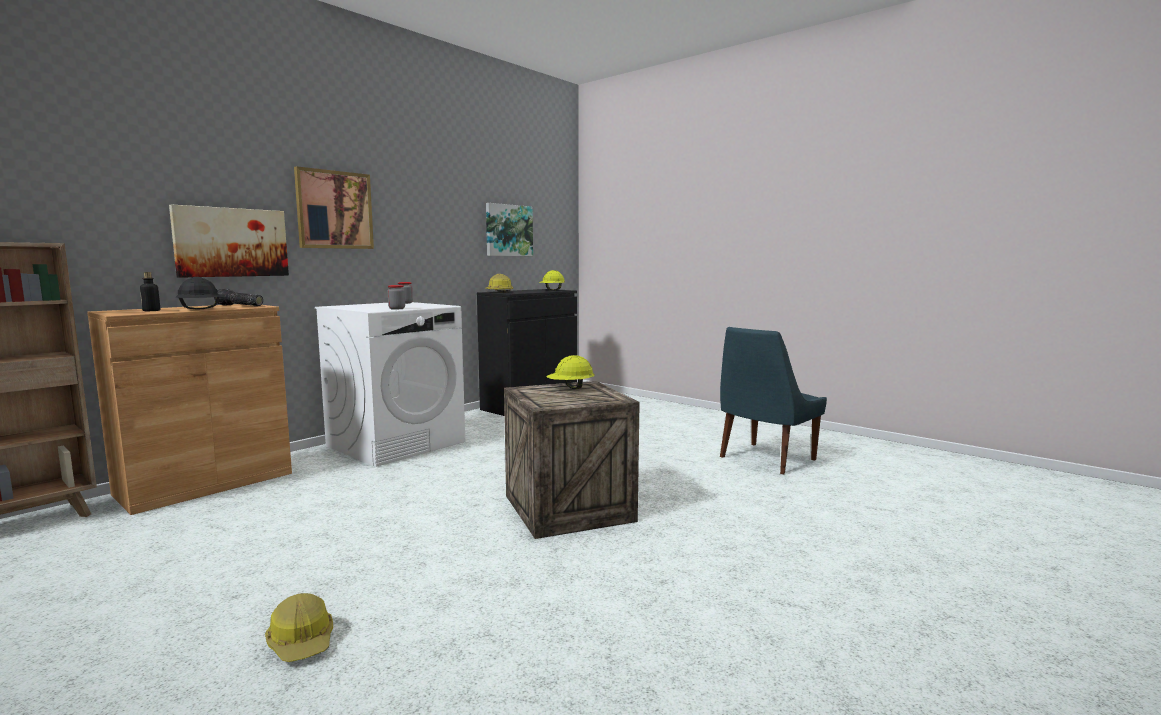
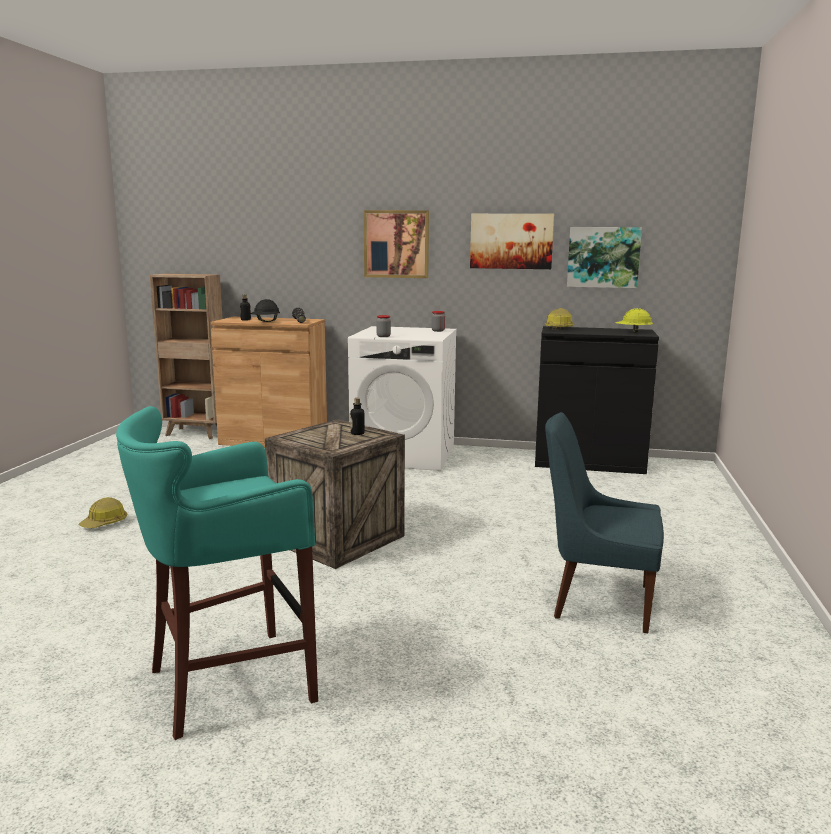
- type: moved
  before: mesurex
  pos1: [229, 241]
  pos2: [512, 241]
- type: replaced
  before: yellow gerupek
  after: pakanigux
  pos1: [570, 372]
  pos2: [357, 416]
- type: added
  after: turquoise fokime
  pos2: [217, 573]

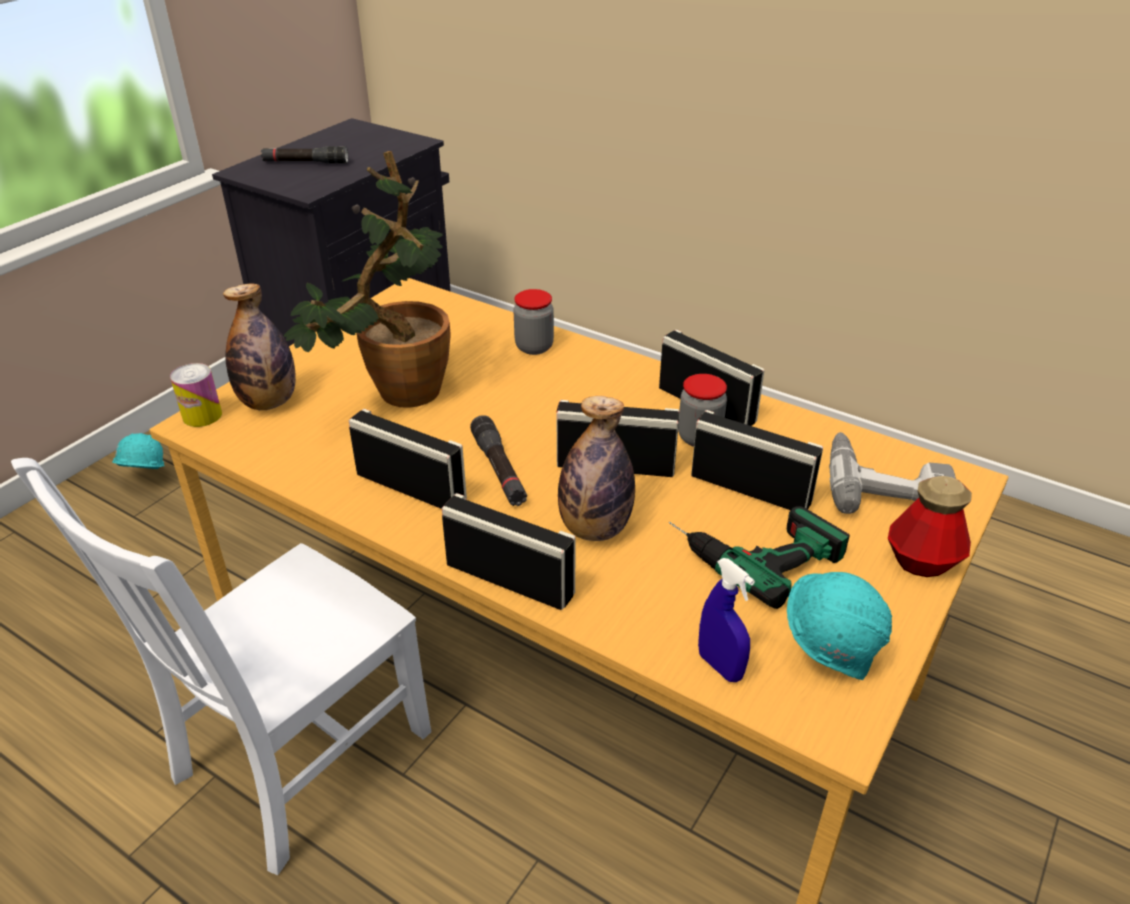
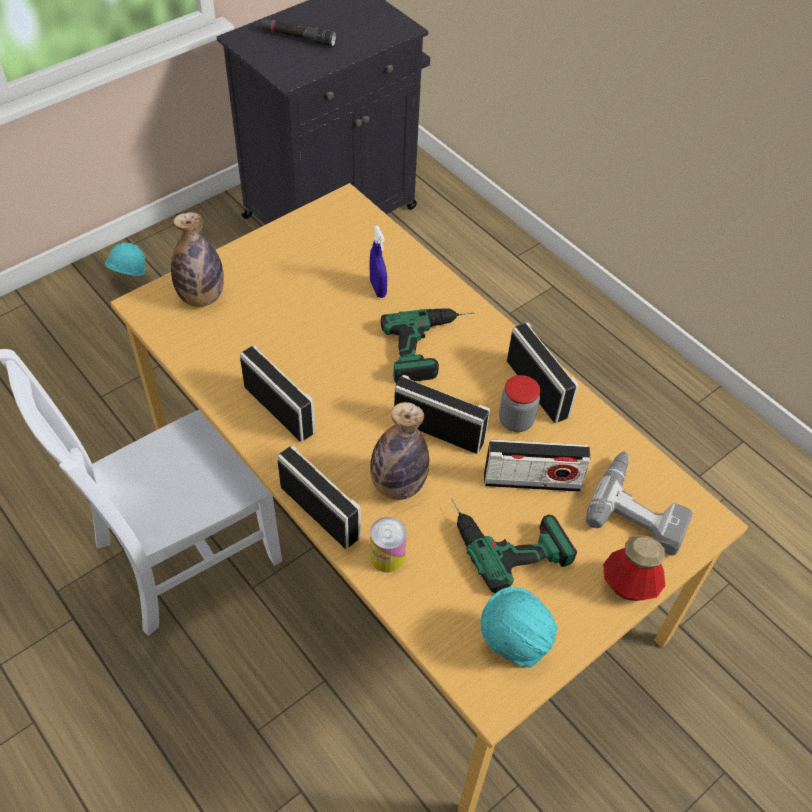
- type: moved
  before: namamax
  pos1: [196, 395]
  pos2: [388, 544]
- type: removed
  before: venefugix
  pos1: [367, 279]
- type: removed
  before: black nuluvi
  pos1: [498, 460]
- type: removed
  before: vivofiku
  pos1: [533, 322]
- type: turned
  before: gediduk
  pos1: [757, 460]
  pos2: [537, 465]
  turn: 135
- type: moved
  before: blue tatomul
  pos1: [726, 620]
  pos2: [378, 261]
- type: added
  after: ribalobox
  pos2: [428, 346]

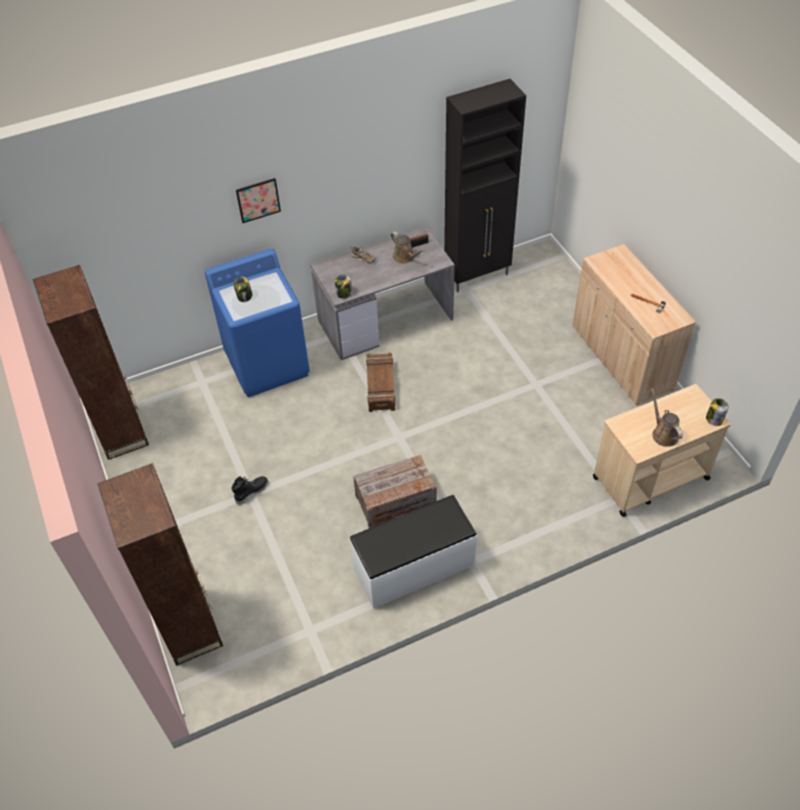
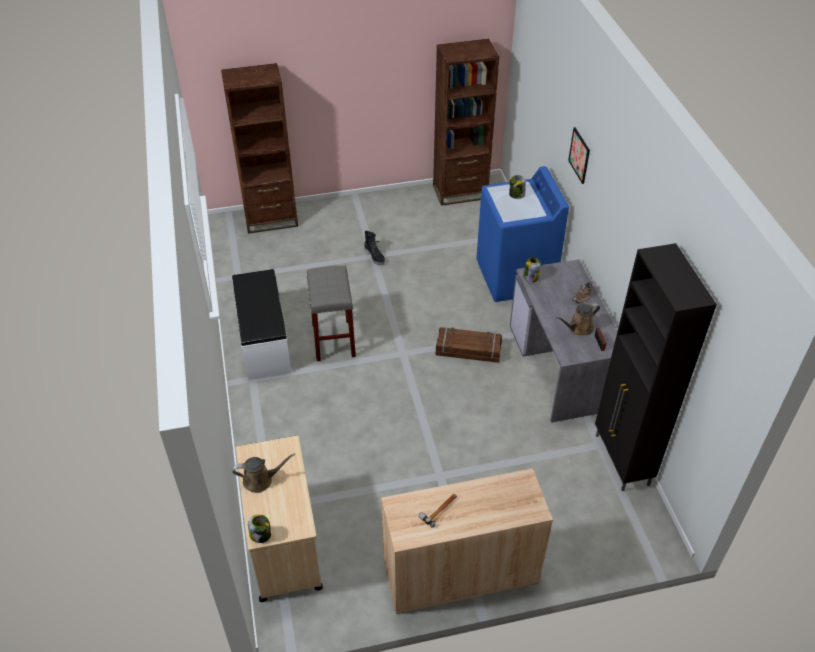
- type: replaced
  before: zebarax
  after: grey fokime
  pos1: [395, 491]
  pos2: [331, 313]

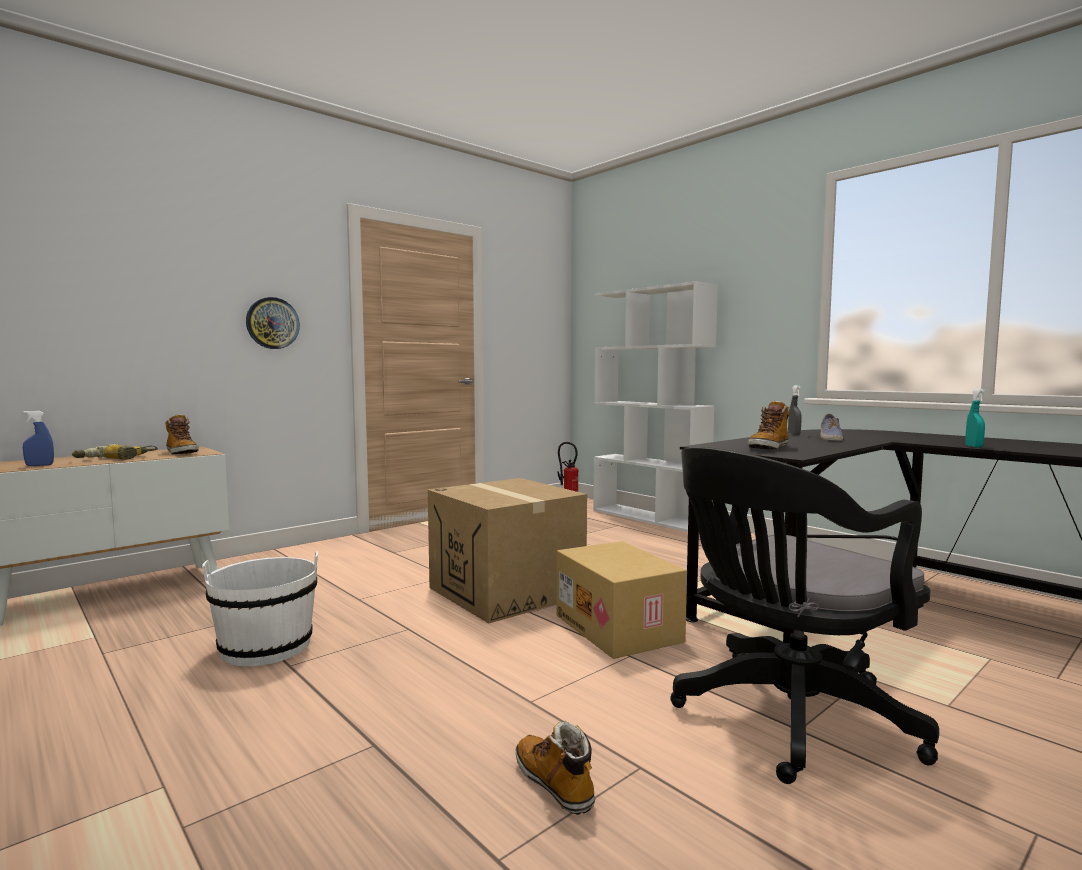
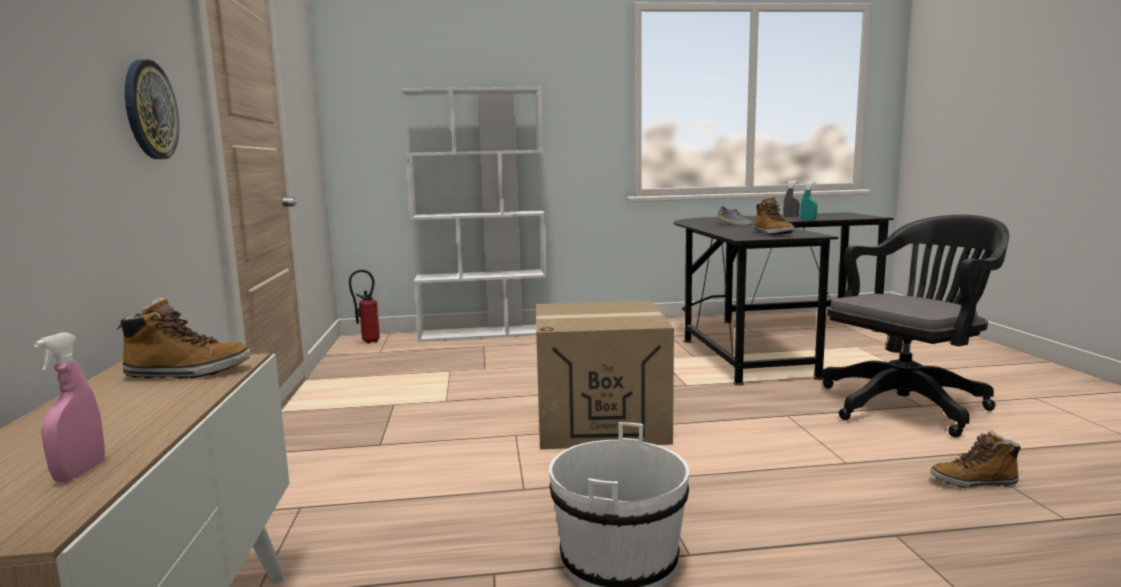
- type: recoloured
  before: blue tatomul
  after: pink tatomul
  pos1: [38, 438]
  pos2: [69, 407]
- type: removed
  before: ribalobox
  pos1: [115, 452]
- type: removed
  before: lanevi
  pos1: [621, 600]
- type: turned
  before: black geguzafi
  pos1: [804, 615]
  pos2: [915, 326]
  turn: -120
- type: moved
  before: grey tatomul
  pos1: [795, 410]
  pos2: [791, 199]

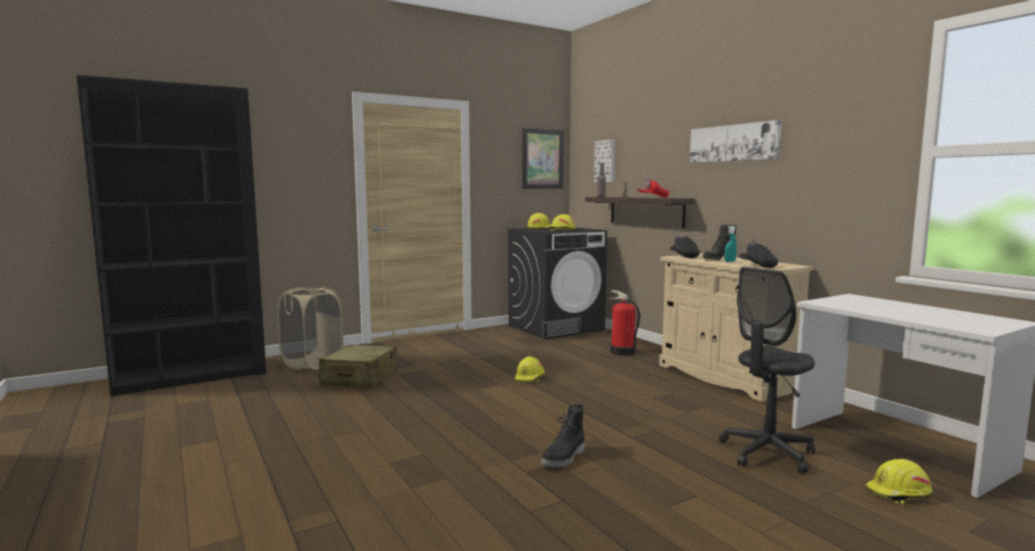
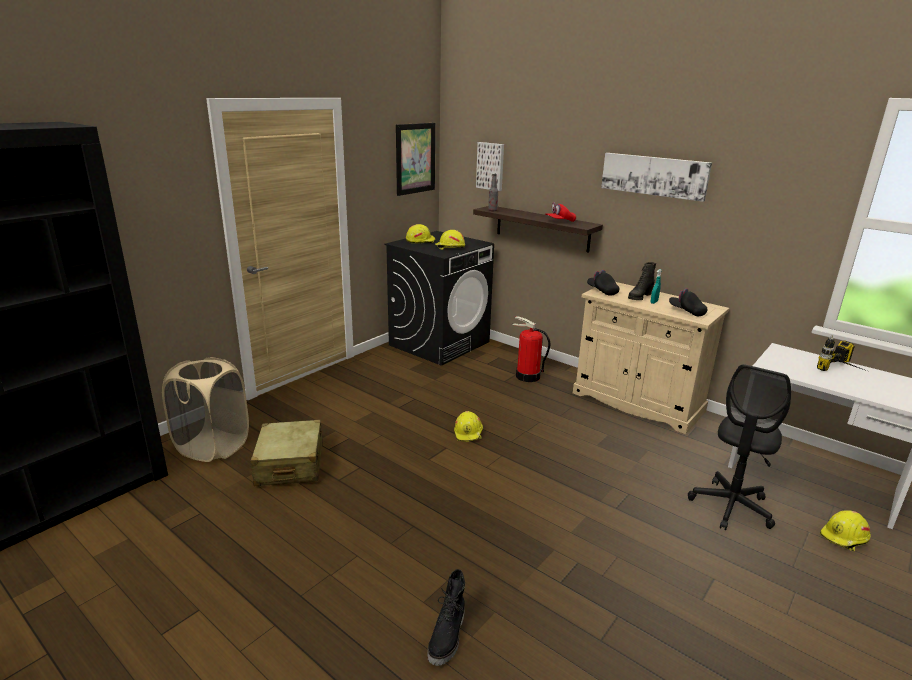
- type: moved
  before: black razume
  pos1: [563, 435]
  pos2: [446, 617]
- type: added
  after: ribalobox
  pos2: [842, 353]

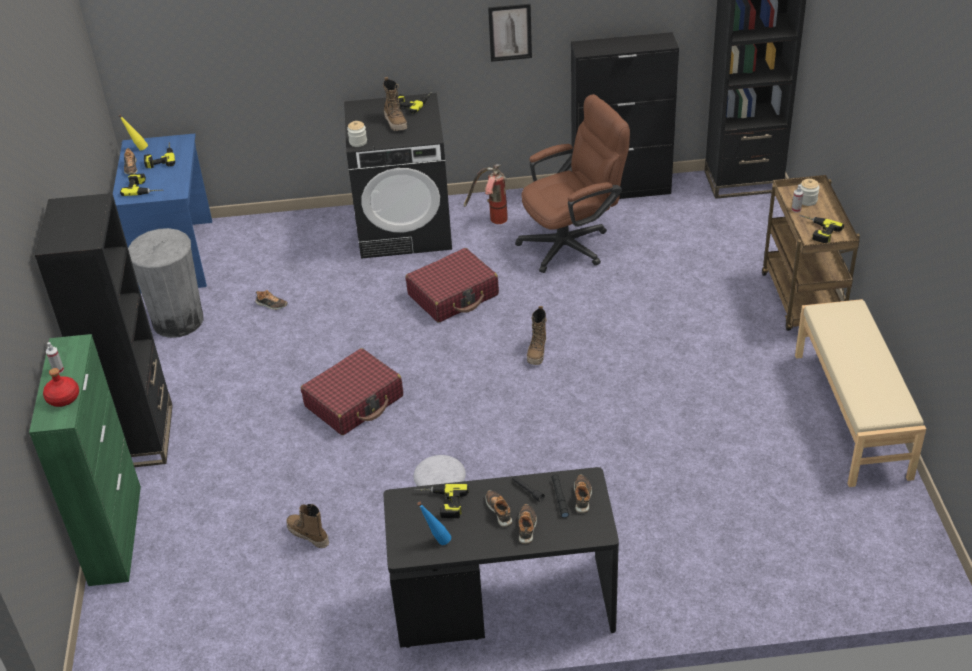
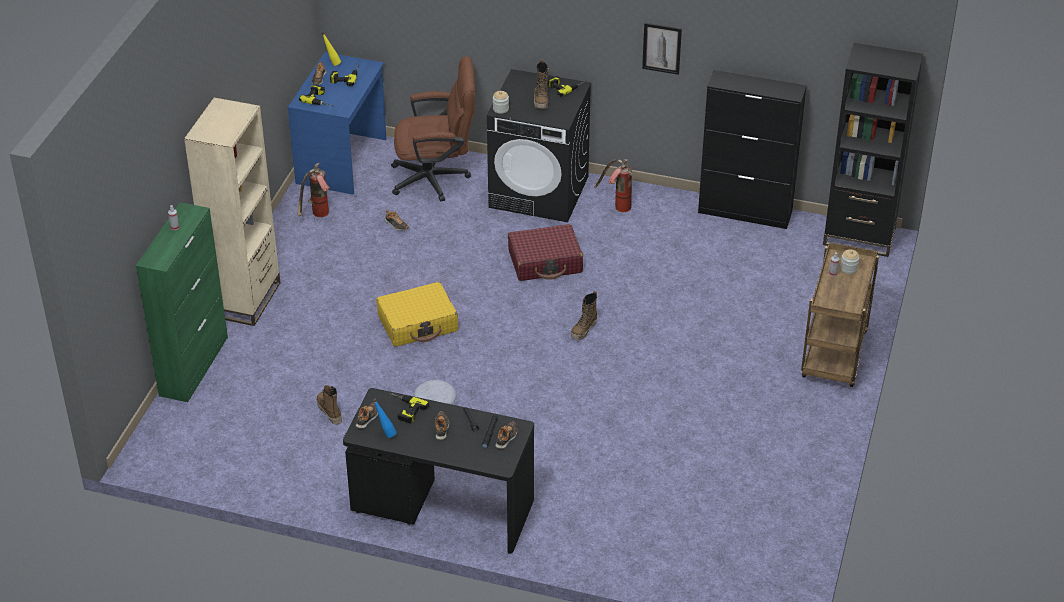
- type: recoloured
  before: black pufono
  after: beige pufono
  pos1: [104, 330]
  pos2: [232, 212]
- type: removed
  before: red pakanigux
  pos1: [61, 387]
- type: replaced
  before: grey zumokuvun
  after: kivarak
  pos1: [166, 283]
  pos2: [313, 190]
- type: recoloured
  before: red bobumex
  after: yellow bobumex
  pos1: [352, 391]
  pos2: [417, 314]
- type: moved
  before: brown geguzafi
  pos1: [572, 183]
  pos2: [433, 129]
- type: moved
  before: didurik
  pos1: [527, 524]
  pos2: [366, 415]
- type: removed
  before: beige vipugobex
  pos1: [860, 393]
- type: removed
  before: ribalobox
  pos1: [821, 229]

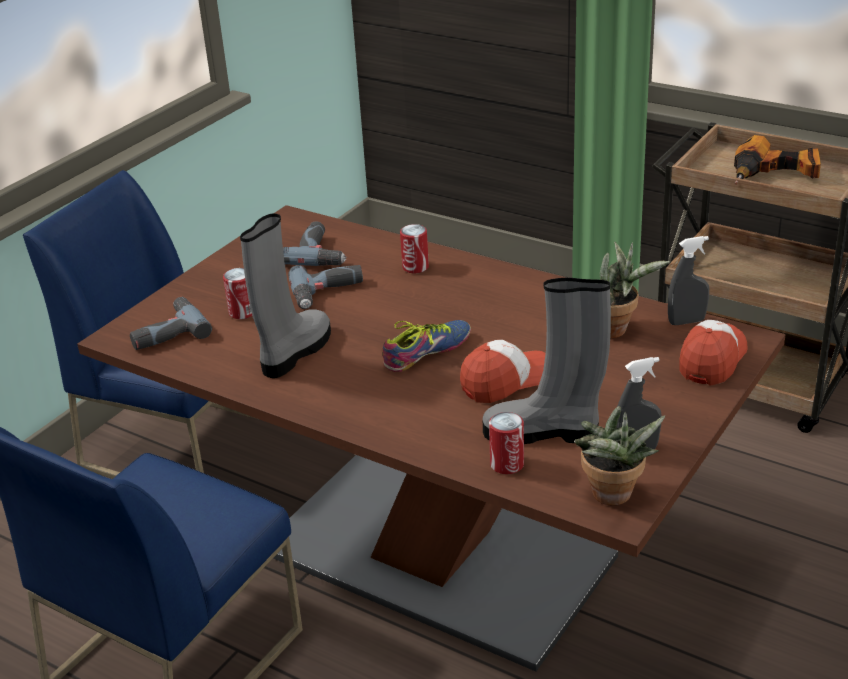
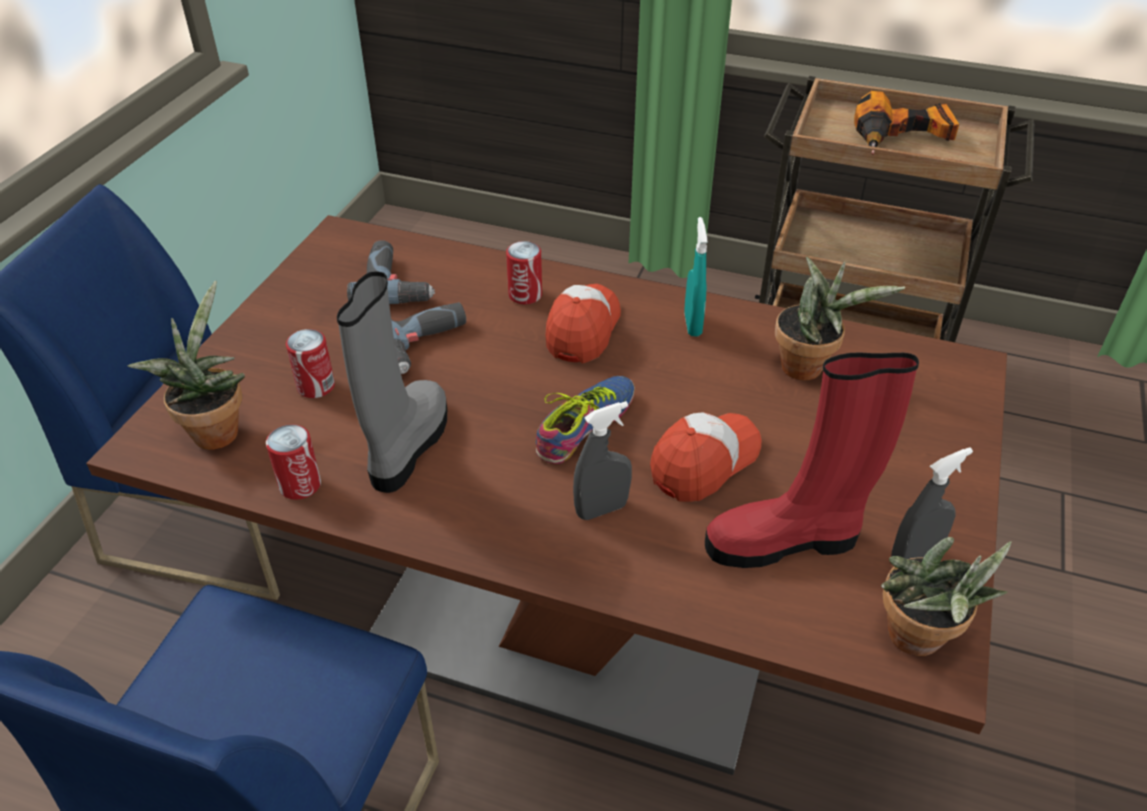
- type: replaced
  before: ribalobox
  after: venefugix
  pos1: [171, 323]
  pos2: [186, 365]
- type: recoloured
  before: grey razume
  after: red razume
  pos1: [547, 361]
  pos2: [812, 460]
- type: moved
  before: namamax
  pos1: [506, 443]
  pos2: [293, 462]
- type: moved
  before: grey tatomul
  pos1: [688, 280]
  pos2: [602, 460]
- type: moved
  before: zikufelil
  pos1: [713, 353]
  pos2: [583, 323]
- type: added
  after: turquoise tatomul
  pos2: [695, 276]

